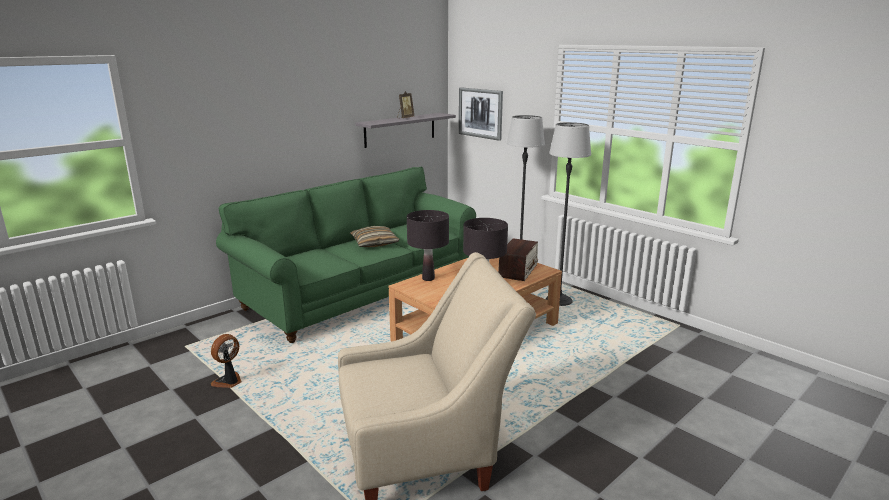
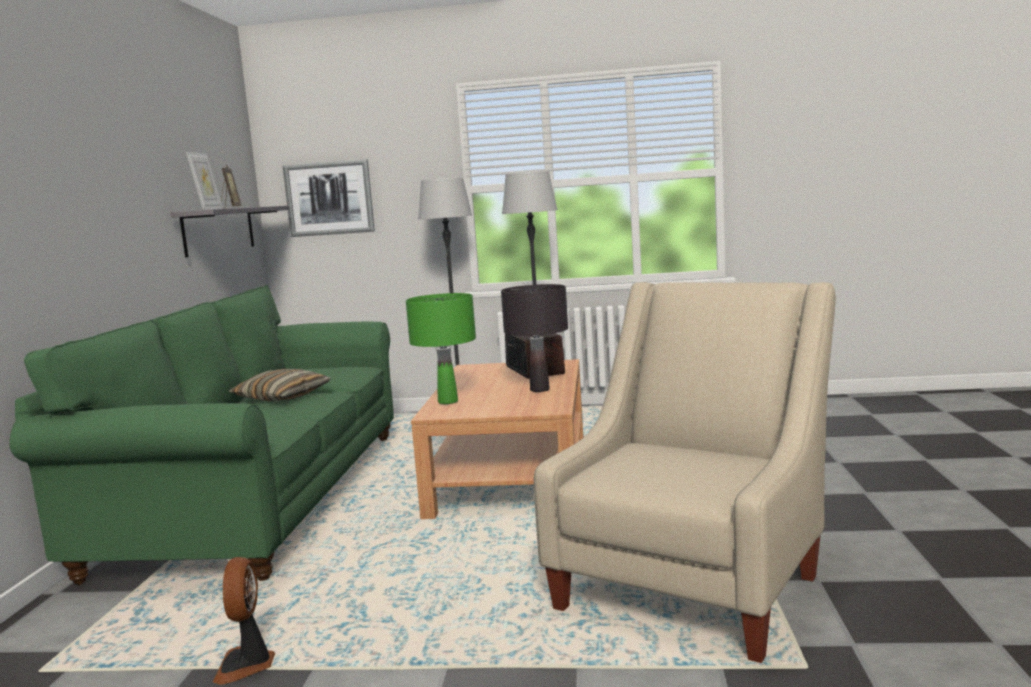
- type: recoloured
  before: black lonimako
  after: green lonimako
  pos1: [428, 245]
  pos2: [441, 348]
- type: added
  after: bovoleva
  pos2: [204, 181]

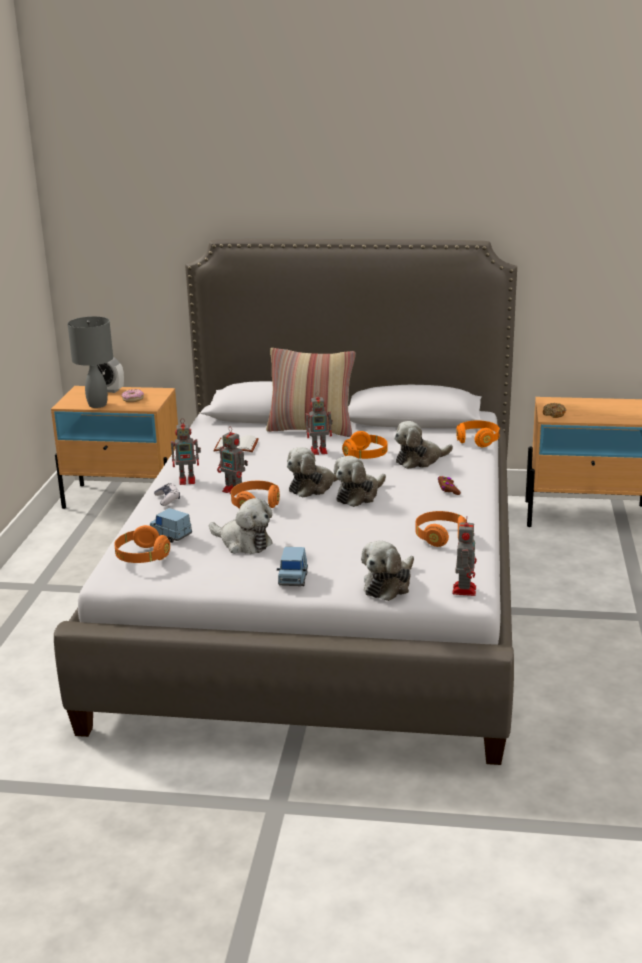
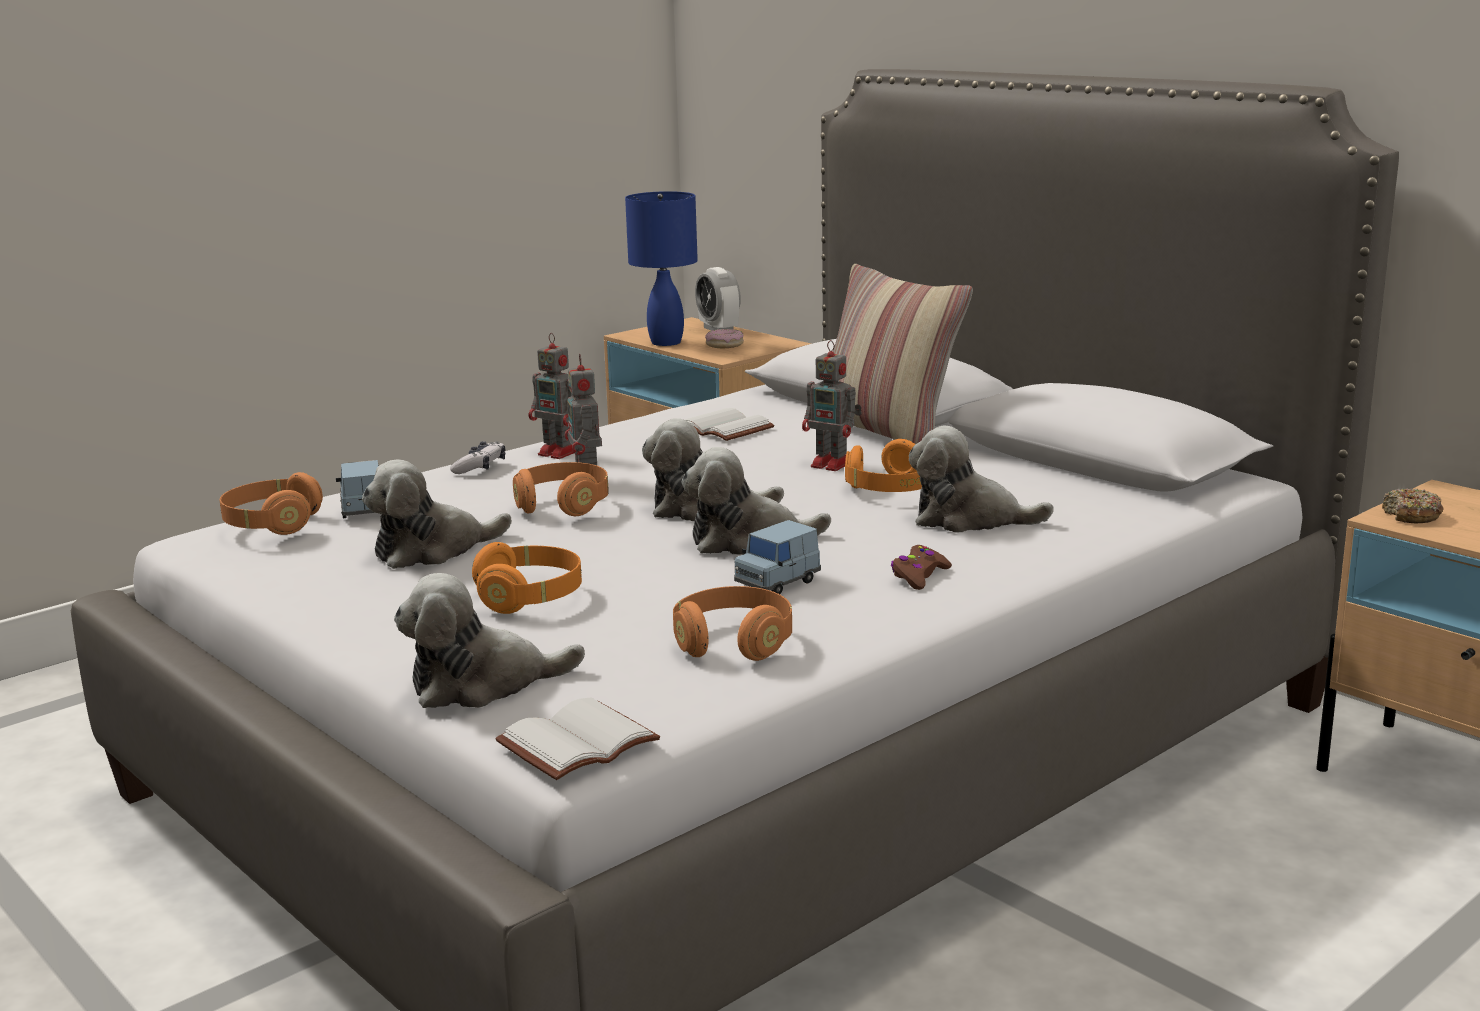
- type: recoloured
  before: grey lonimako
  after: blue lonimako
  pos1: [90, 362]
  pos2: [661, 268]
- type: turned
  before: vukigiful
  pos1: [241, 526]
  pos2: [437, 514]
  turn: 75
- type: moved
  before: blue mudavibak
  pos1: [292, 566]
  pos2: [777, 557]
- type: replaced
  before: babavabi
  after: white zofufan
  pos1: [464, 556]
  pos2: [578, 739]
- type: moved
  before: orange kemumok
  pos1: [478, 433]
  pos2: [527, 578]

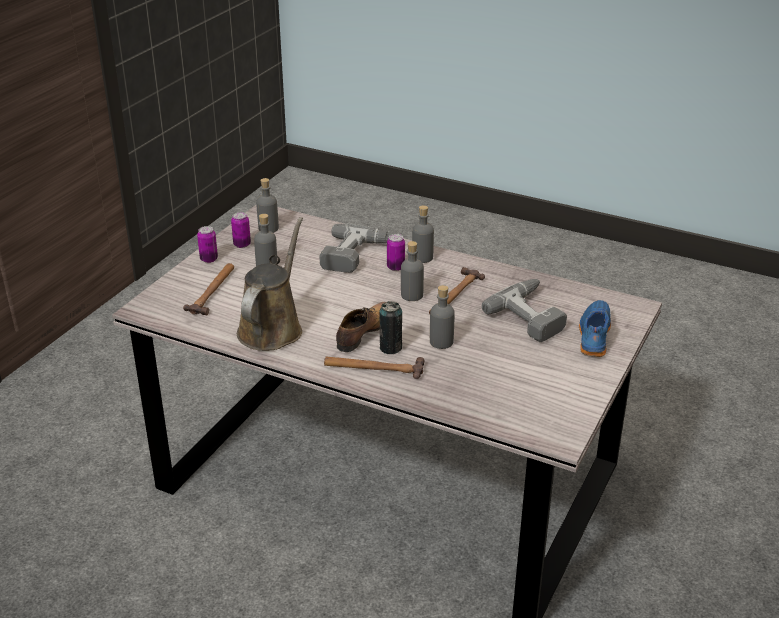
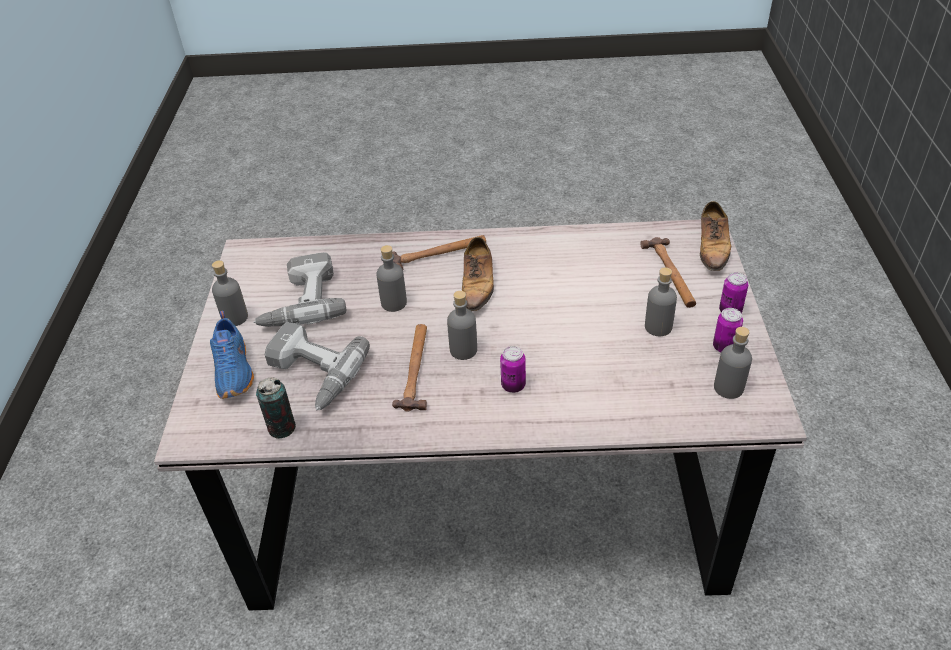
- type: removed
  before: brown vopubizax
  pos1: [270, 284]
- type: moved
  before: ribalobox
  pos1: [356, 248]
  pos2: [299, 289]
- type: moved
  before: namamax
  pos1: [391, 327]
  pos2: [276, 408]
- type: moved
  before: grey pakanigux
  pos1: [423, 234]
  pos2: [230, 293]
- type: added
  after: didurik
  pos2: [715, 236]

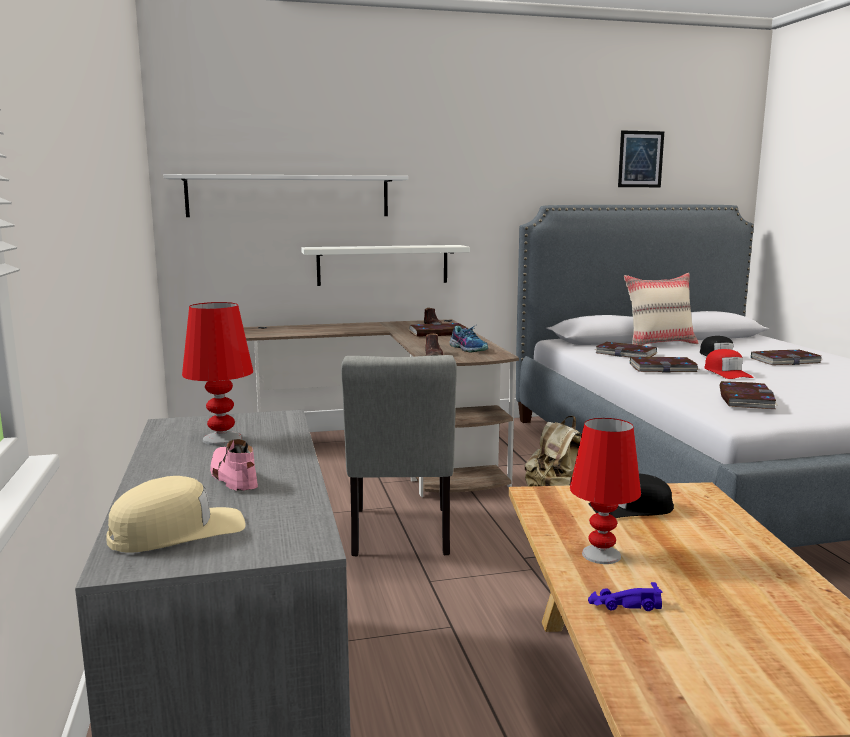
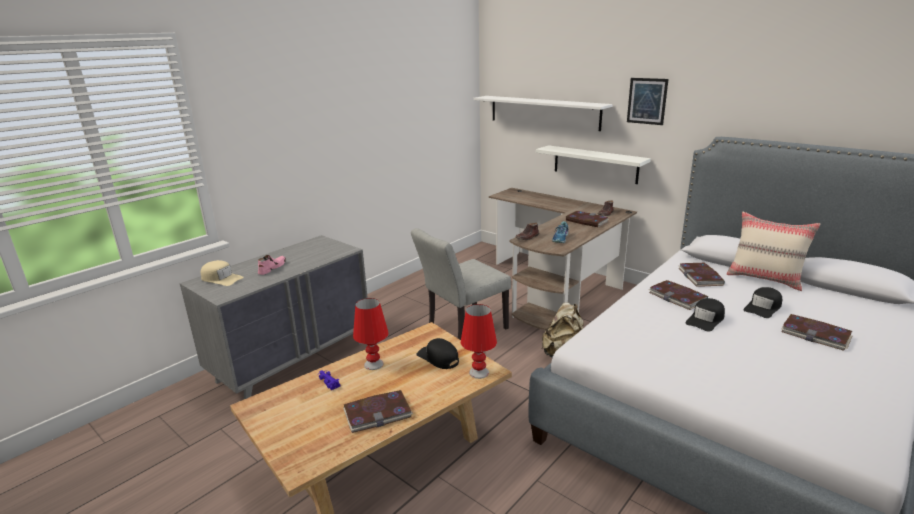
- type: moved
  before: red lonimako
  pos1: [217, 373]
  pos2: [479, 341]
- type: moved
  before: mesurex
  pos1: [641, 159]
  pos2: [647, 101]
- type: recoloured
  before: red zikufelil
  after: black zikufelil
  pos1: [729, 364]
  pos2: [705, 315]
- type: moved
  before: zofufan
  pos1: [748, 395]
  pos2: [378, 411]

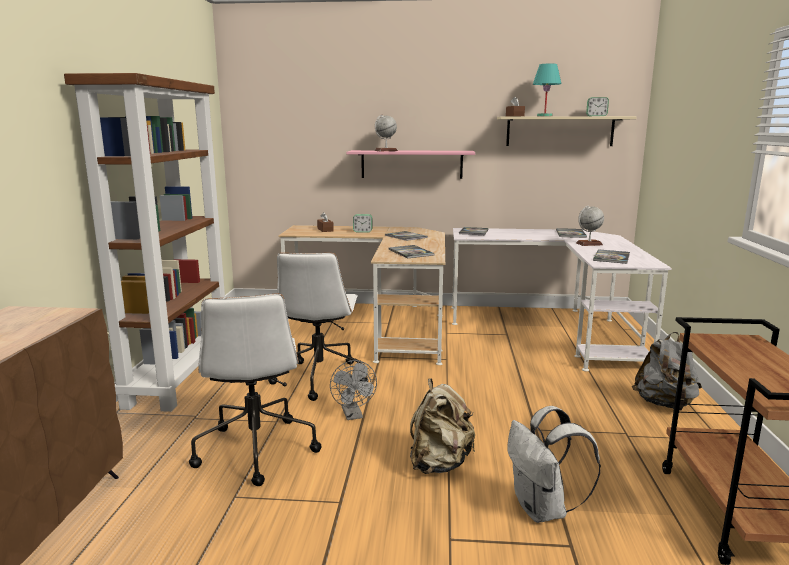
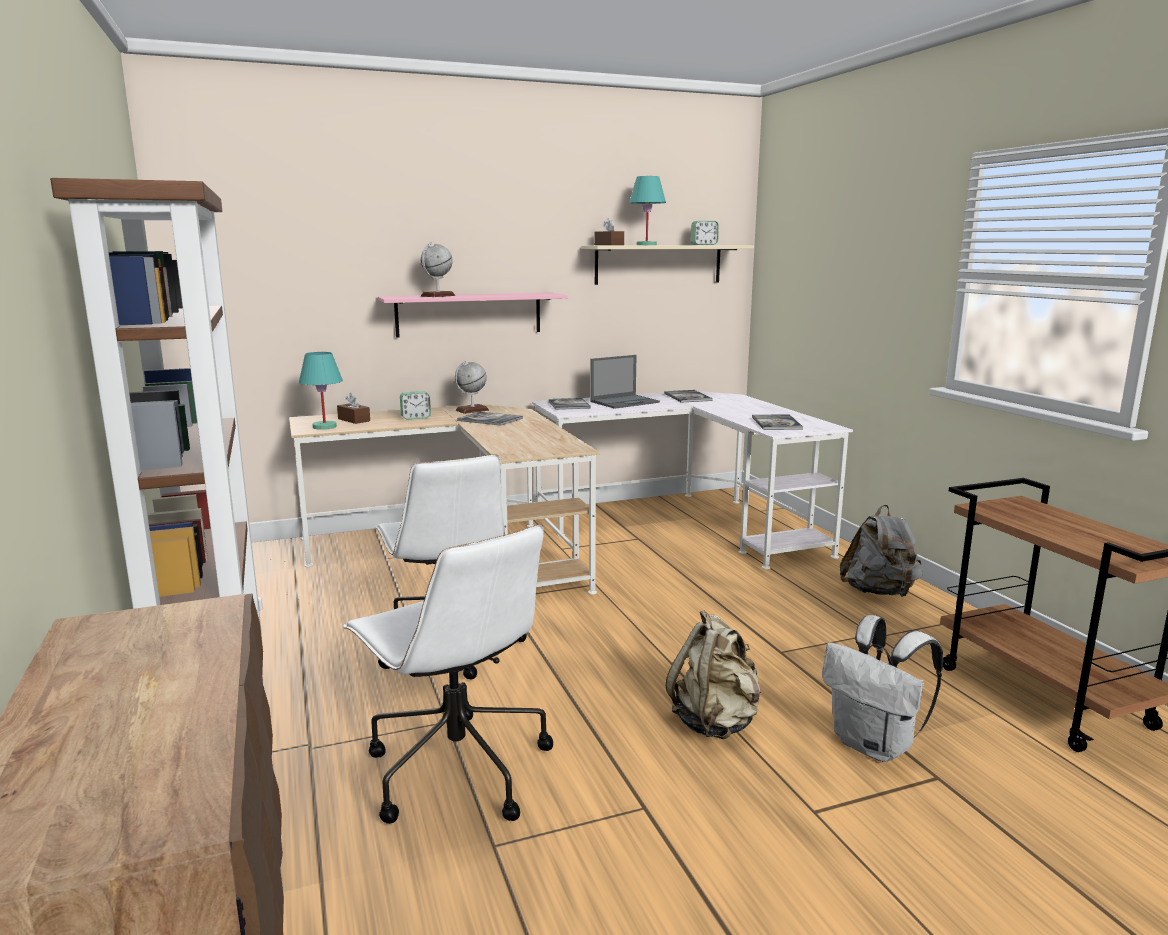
- type: removed
  before: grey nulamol
  pos1: [353, 390]
- type: removed
  before: zofufan
  pos1: [412, 251]
- type: moved
  before: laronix
  pos1: [590, 225]
  pos2: [472, 387]
- type: added
  after: turquoise lonimako
  pos2: [321, 391]
- type: added
  after: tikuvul
  pos2: [625, 382]

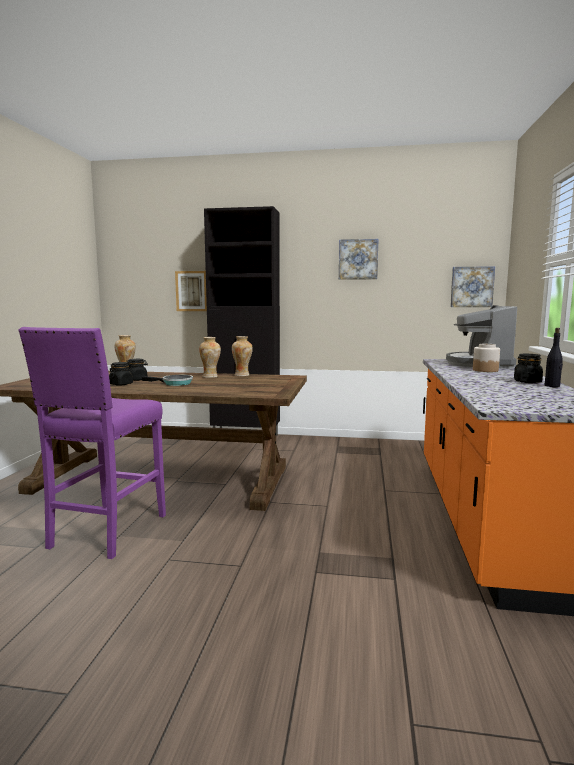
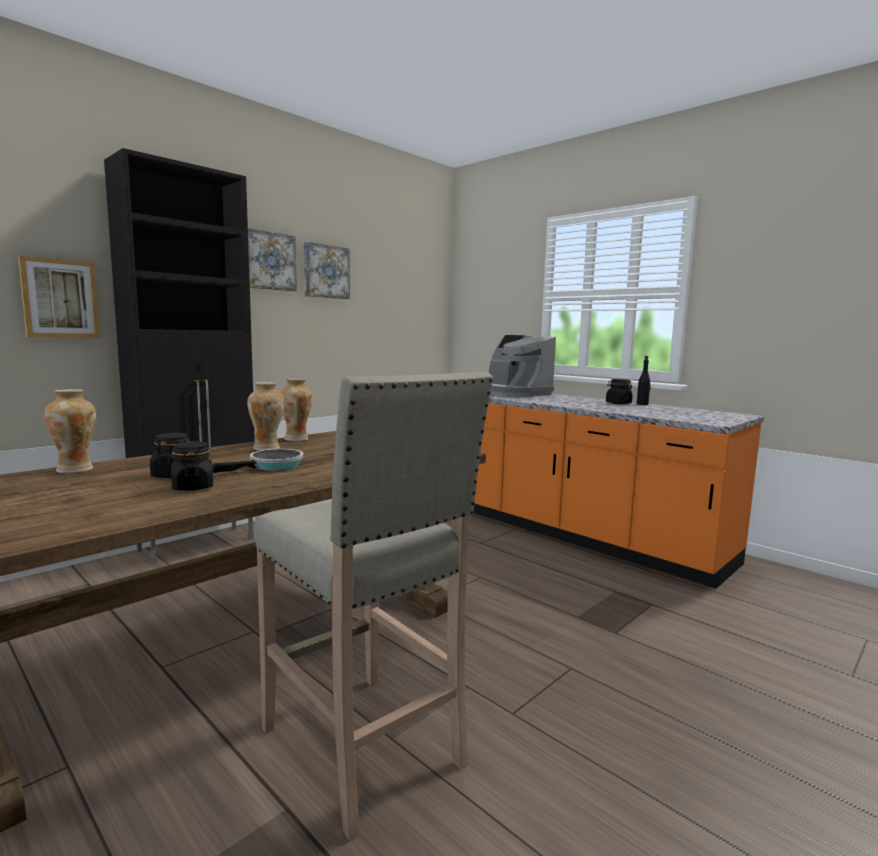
- type: recoloured
  before: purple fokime
  after: beige fokime
  pos1: [92, 443]
  pos2: [374, 606]
- type: moved
  before: mesurex
  pos1: [472, 286]
  pos2: [272, 259]
- type: removed
  before: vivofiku
  pos1: [486, 358]

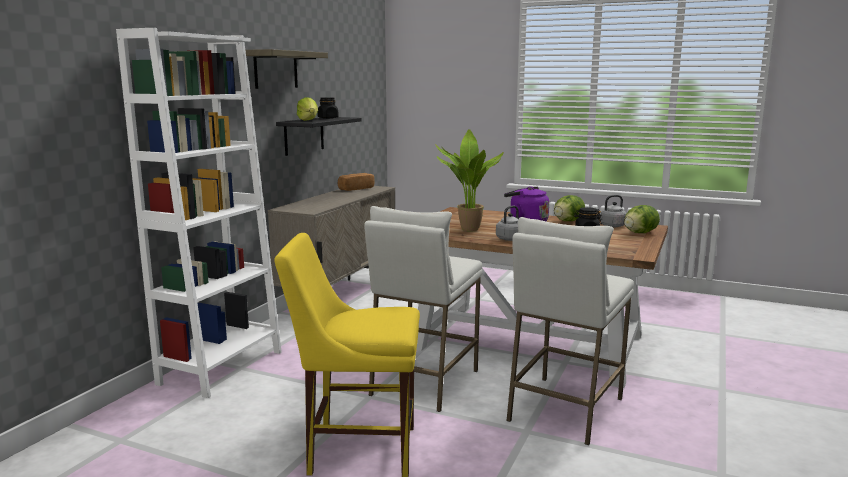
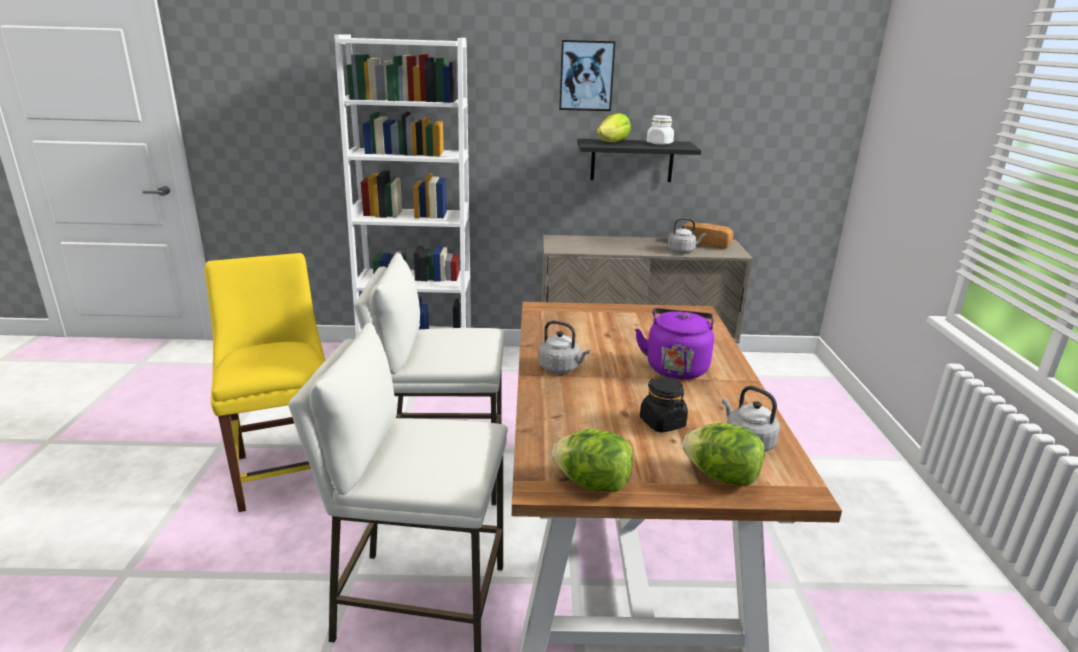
- type: replaced
  before: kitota
  after: mesurex
  pos1: [286, 69]
  pos2: [587, 75]
- type: recoloured
  before: black vivofiku
  after: white vivofiku
  pos1: [328, 108]
  pos2: [660, 130]
- type: removed
  before: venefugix
  pos1: [469, 180]
- type: moved
  before: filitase
  pos1: [569, 208]
  pos2: [592, 460]
- type: added
  after: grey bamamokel
  pos2: [686, 235]

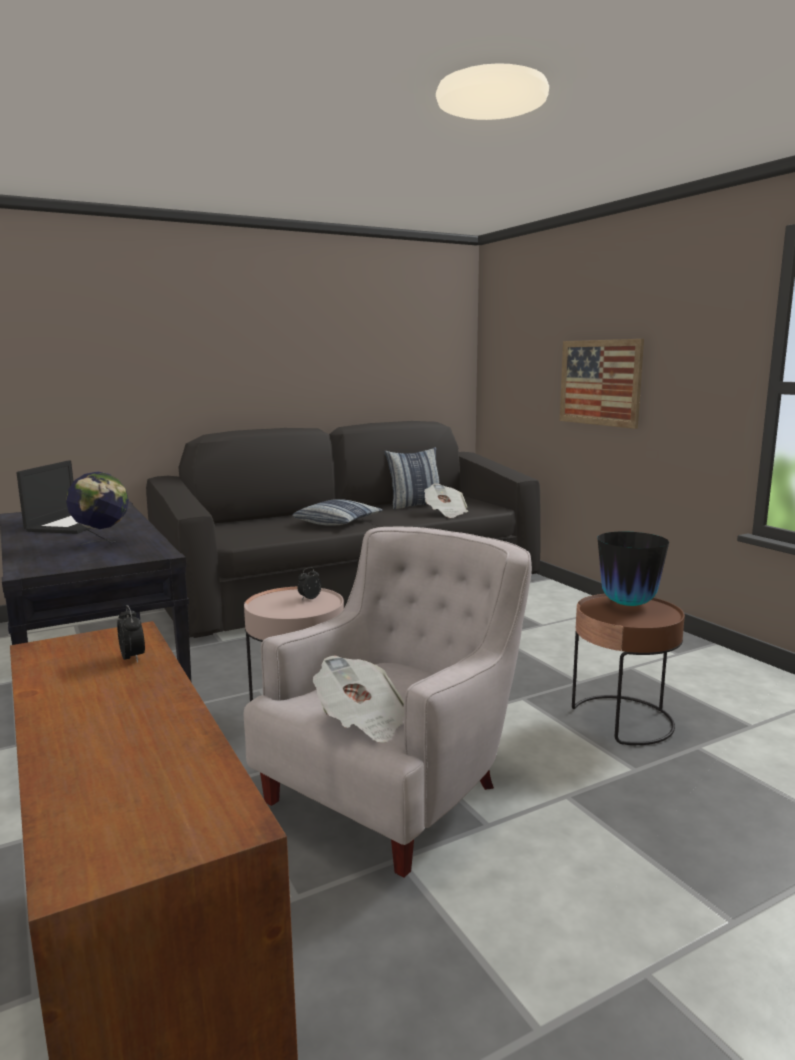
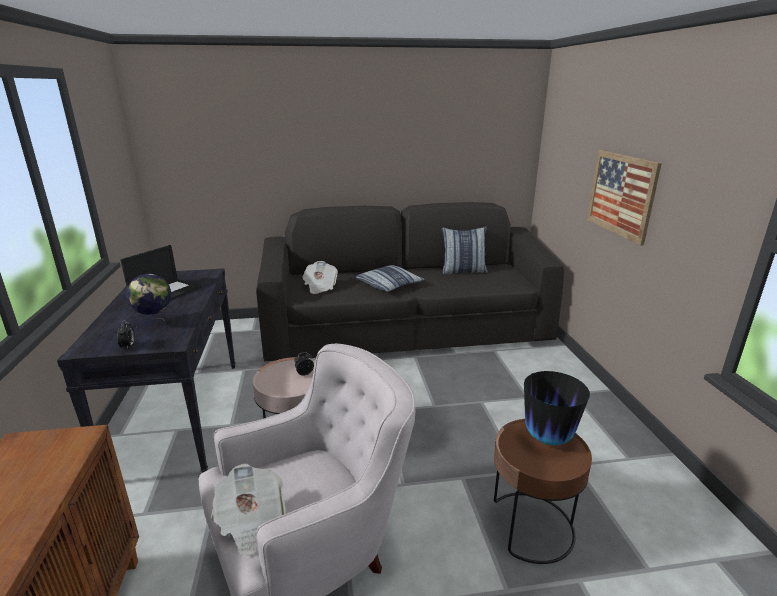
- type: moved
  before: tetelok
  pos1: [131, 634]
  pos2: [126, 335]
- type: moved
  before: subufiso
  pos1: [446, 501]
  pos2: [320, 277]

